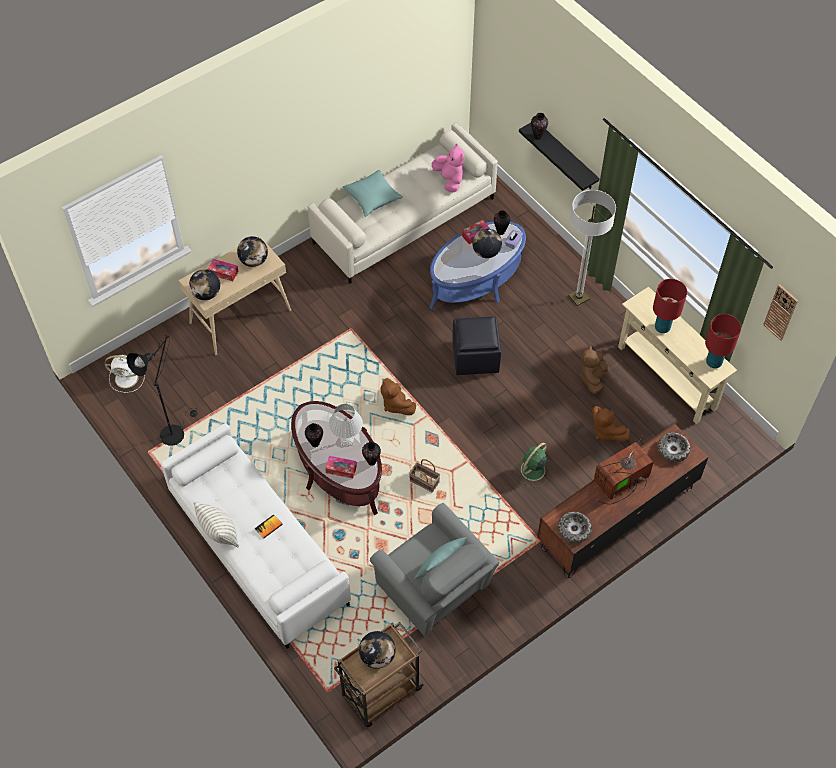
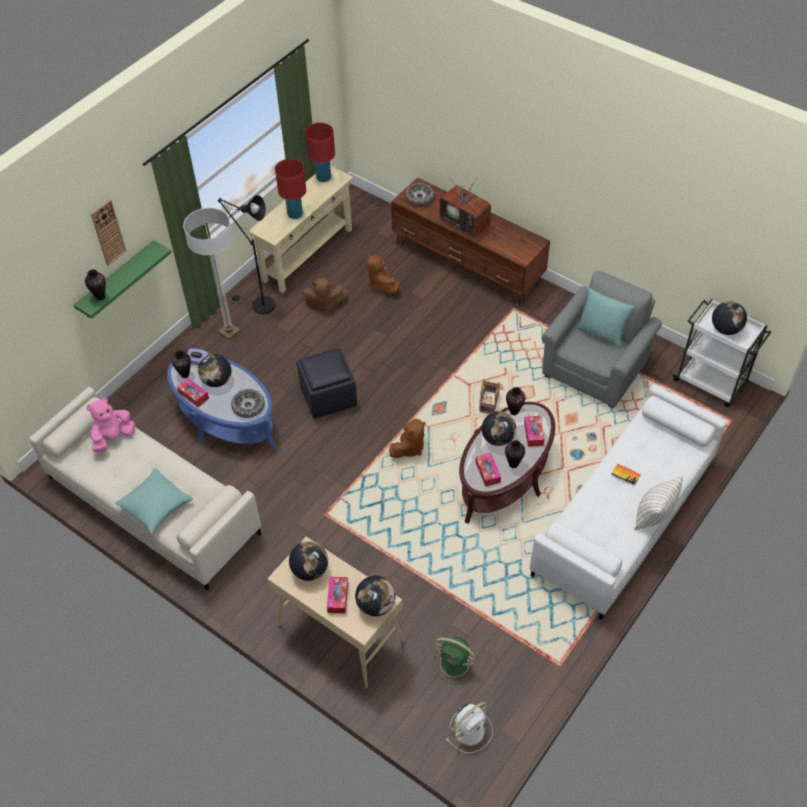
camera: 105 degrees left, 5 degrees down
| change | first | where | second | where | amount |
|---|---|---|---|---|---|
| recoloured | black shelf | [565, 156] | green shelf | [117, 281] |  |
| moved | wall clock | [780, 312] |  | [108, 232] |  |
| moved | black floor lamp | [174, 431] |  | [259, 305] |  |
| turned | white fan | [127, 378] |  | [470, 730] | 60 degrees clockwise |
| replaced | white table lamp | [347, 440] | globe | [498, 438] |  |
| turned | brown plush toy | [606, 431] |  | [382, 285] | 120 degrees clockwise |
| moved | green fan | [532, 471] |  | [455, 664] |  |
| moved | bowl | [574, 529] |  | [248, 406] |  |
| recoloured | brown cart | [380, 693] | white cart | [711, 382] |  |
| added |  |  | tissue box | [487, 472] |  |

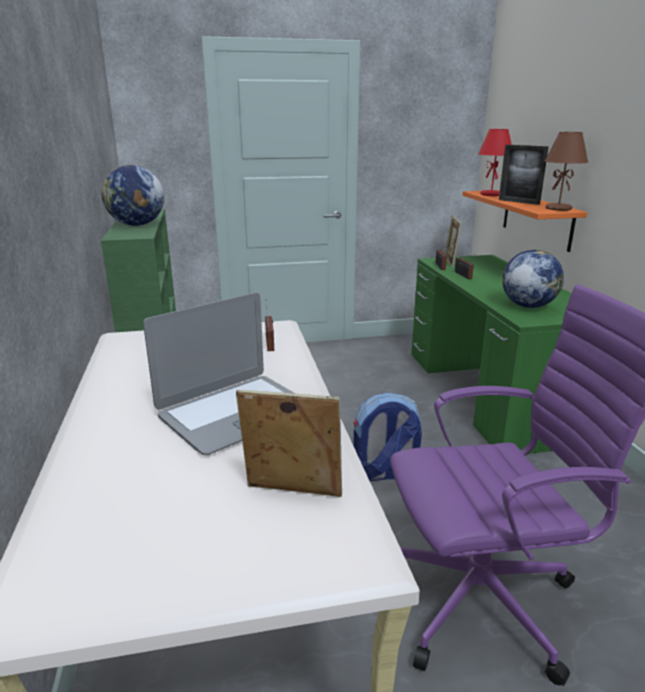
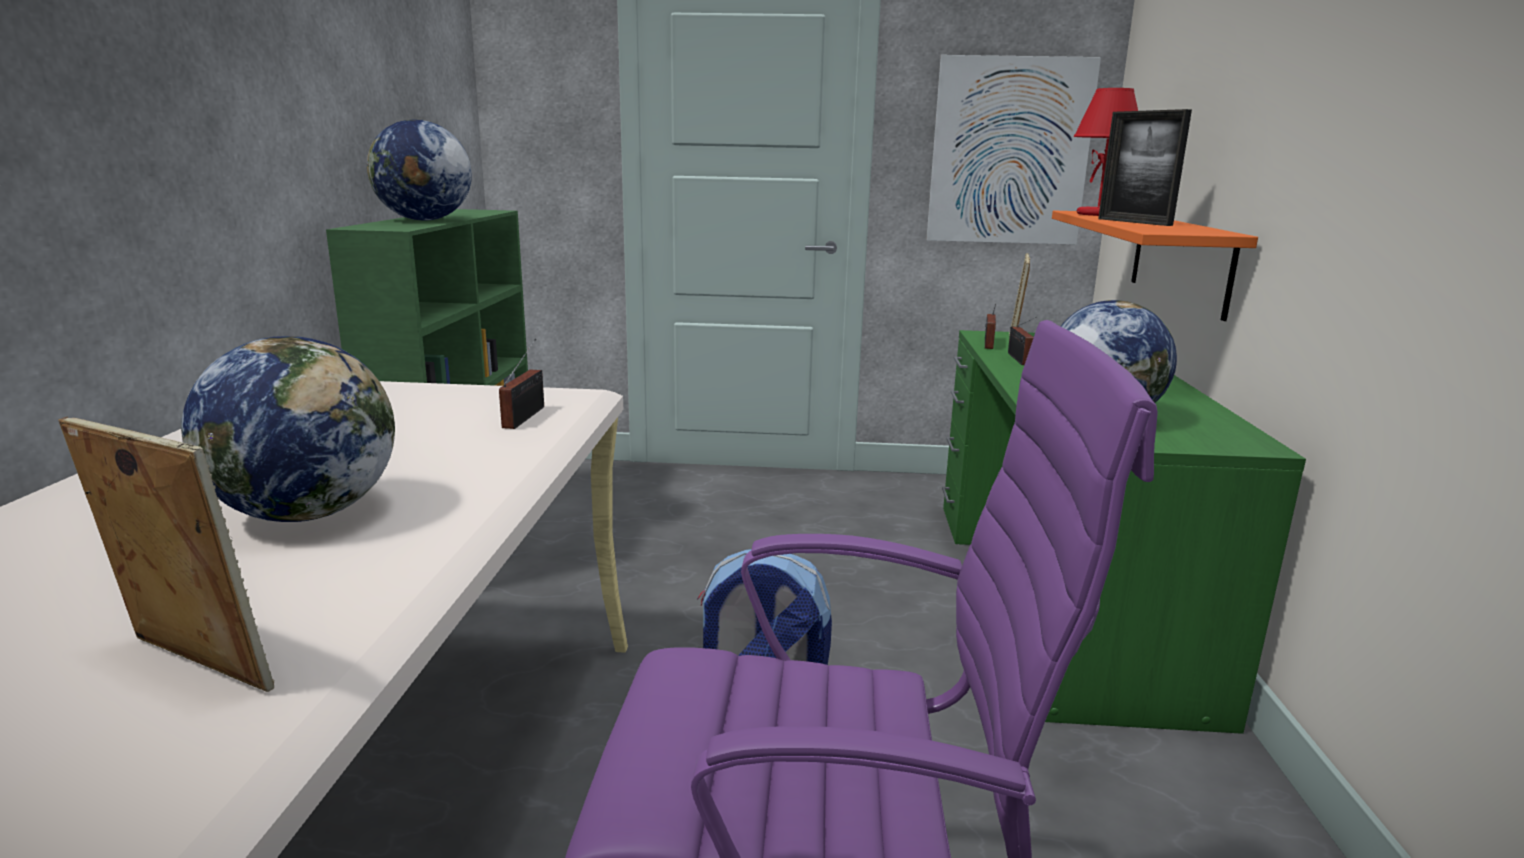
camera: 15 degrees right, 5 degrees down
| change | first | where | second | where | amount |
|---|---|---|---|---|---|
| removed | brown table lamp | [558, 208] |  |  |  |
| replaced | laptop | [236, 413] | globe | [308, 513] |  |
| added |  |  | picture | [1009, 152] |  |

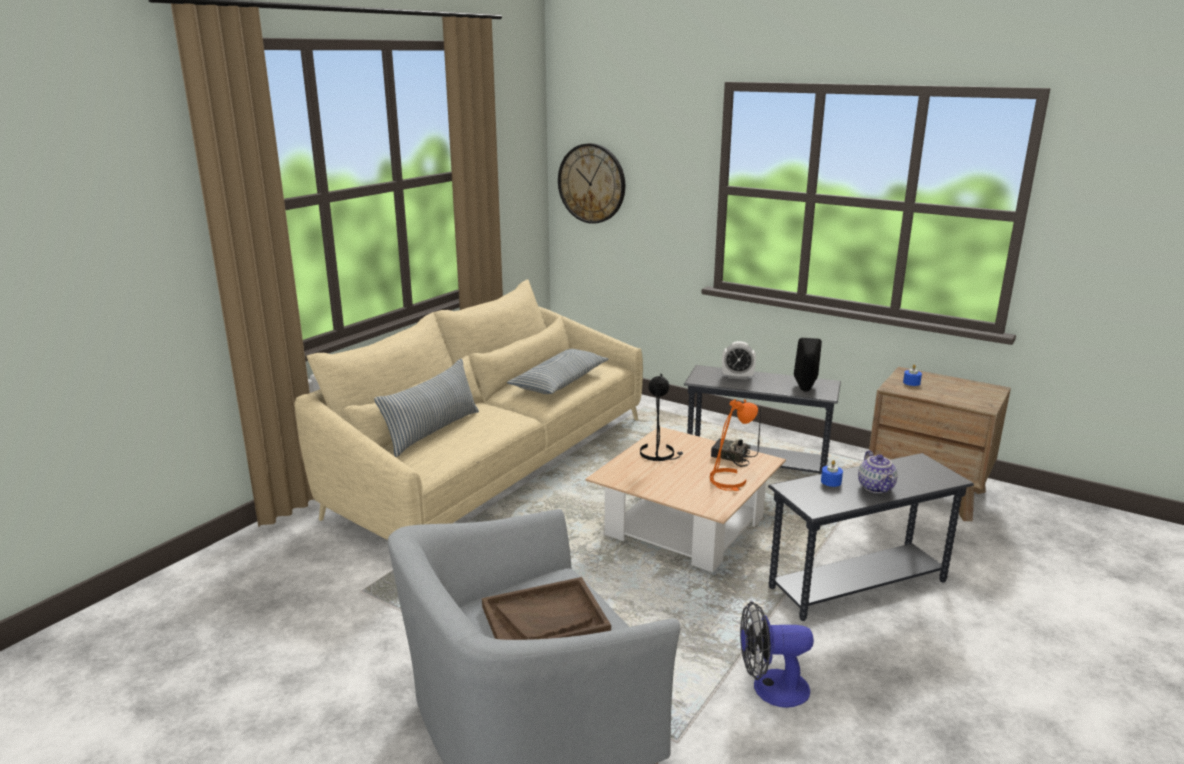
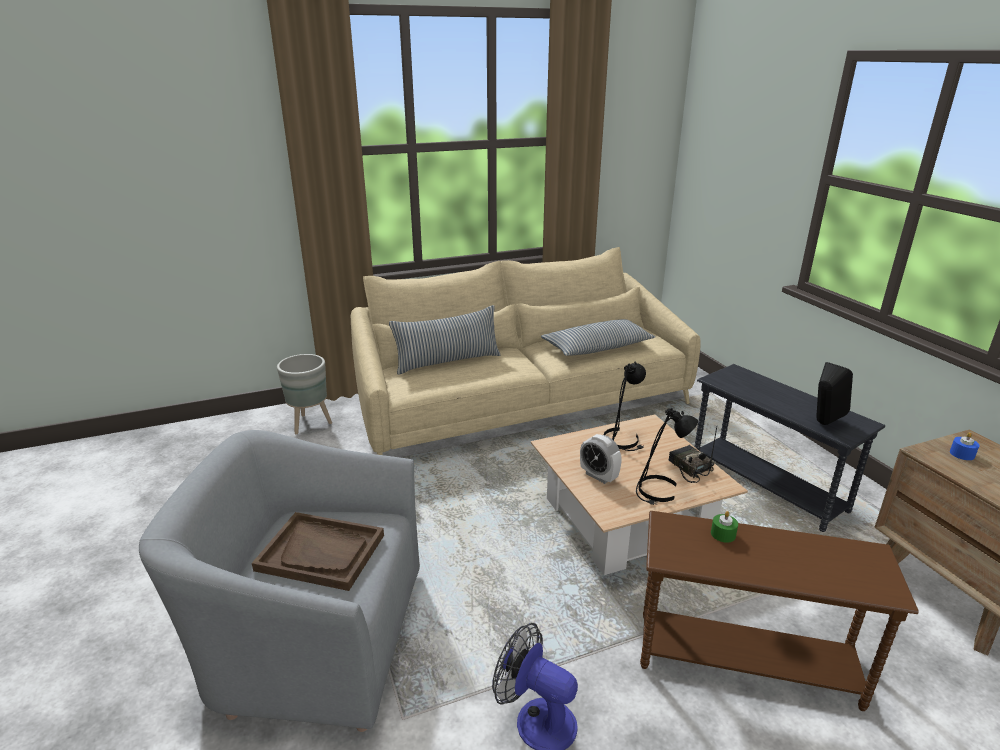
camera: 35 degrees right, 5 degrees up
| change | first | where | second | where | amount |
|---|---|---|---|---|---|
| removed | wall clock | [592, 183] |  |  |  |
| moved | alarm clock | [737, 377] |  | [598, 476] |  |
| recoloured | orange table lamp | [729, 481] | black table lamp | [658, 491] |  |
| removed | teapot | [876, 488] |  |  |  |
| recoloured | grey side table | [856, 584] | brown side table | [745, 659] |  |
| recoloured | blue candle | [831, 481] | green candle | [723, 534] |  |
| added |  |  | grey planter | [310, 424] |  |

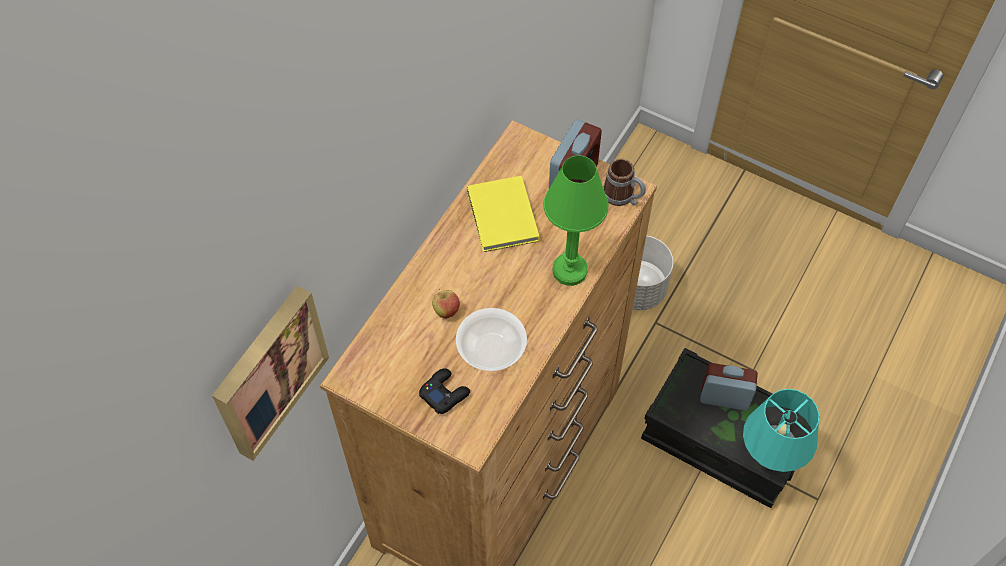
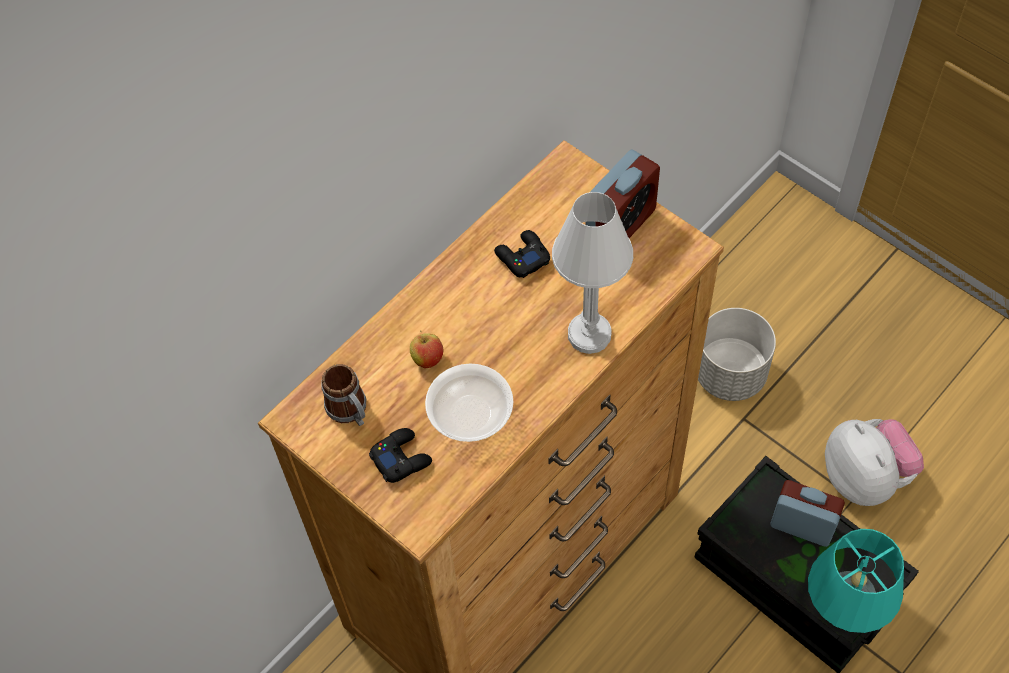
camera: 15 degrees right, 0 degrees up
| change | first | where | second | where | amount |
|---|---|---|---|---|---|
| recoloured | green table lamp | [569, 270] | white table lamp | [589, 335] |  |
| moved | mug | [623, 197] |  | [351, 412] |  |
| replaced | yellow book | [502, 218] | black game controller | [522, 257] |  |
| removed | picture | [267, 371] |  |  |  |
| added |  |  | plush toy | [865, 477] |  |

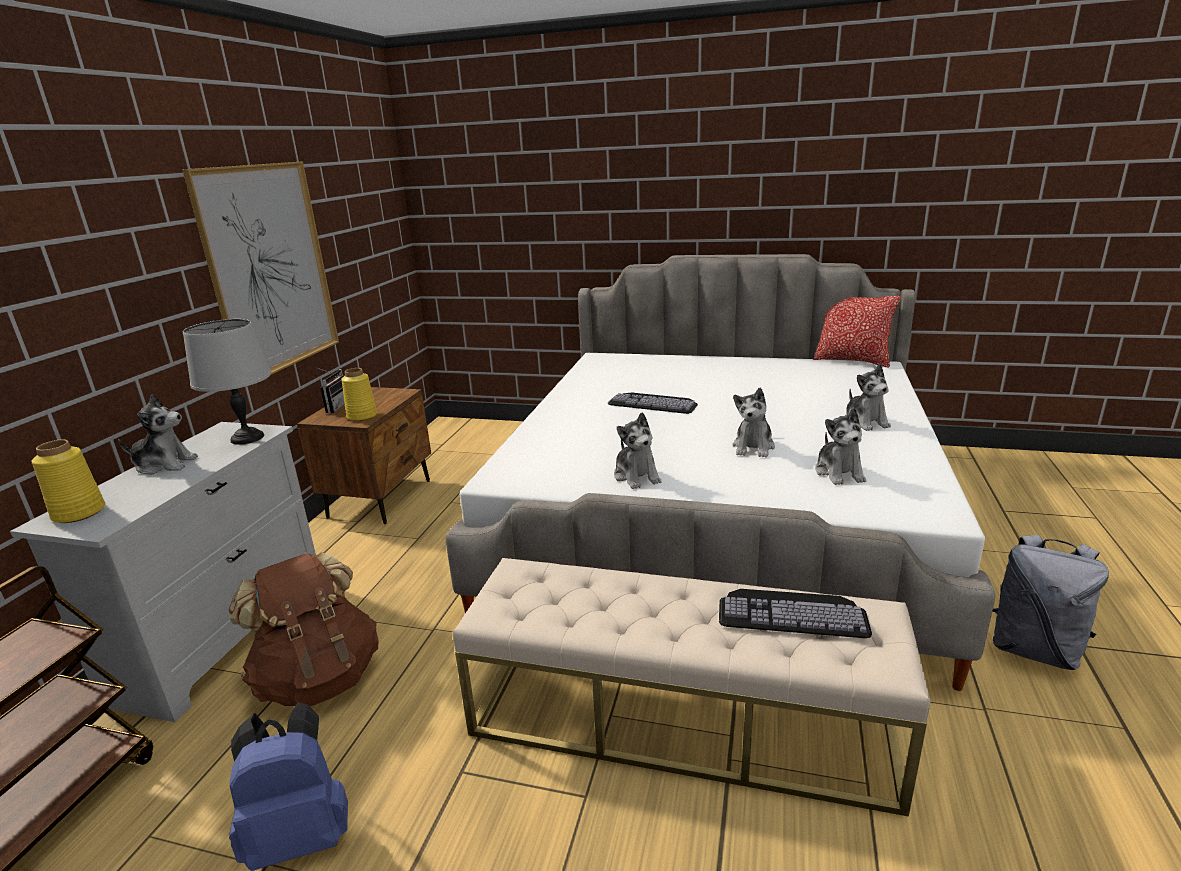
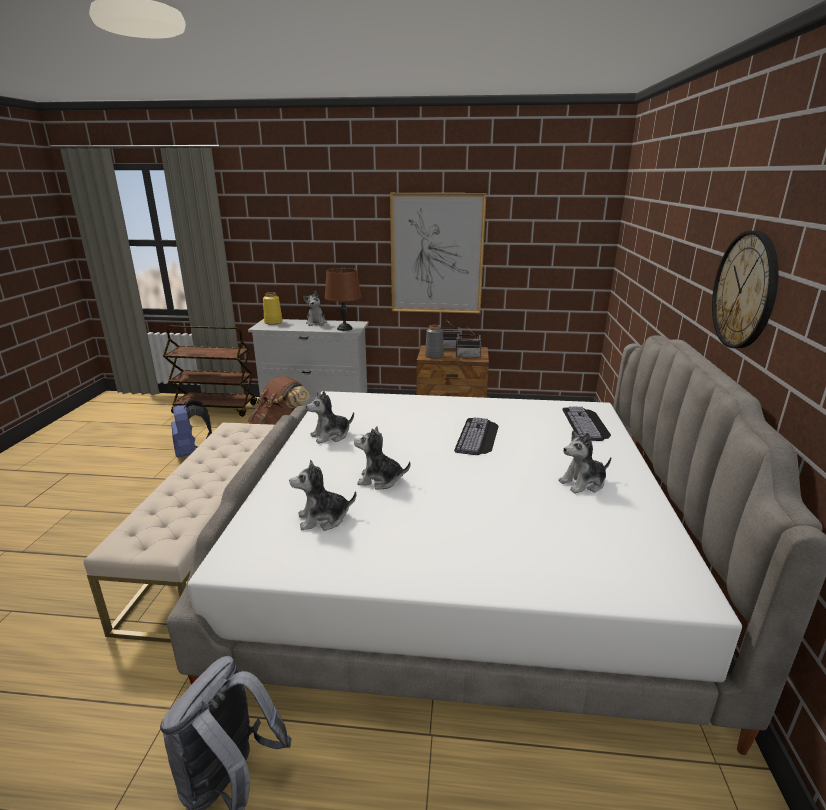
camera: 80 degrees right, 0 degrees up
| change | first | where | second | where | amount |
|---|---|---|---|---|---|
| removed | pillow | [852, 360] |  |  |  |
| recoloured | grey table lamp | [248, 438] | brown table lamp | [344, 328] |  |
| moved | plush toy | [865, 421] |  | [583, 483] |  |
| recoloured | yellow vase | [362, 416] | grey vase | [433, 356] |  |
| moved | keyboard | [792, 612] |  | [587, 424] |  |
| added |  |  | wall clock | [745, 290] |  |
| added |  |  | radio | [468, 356] |  |

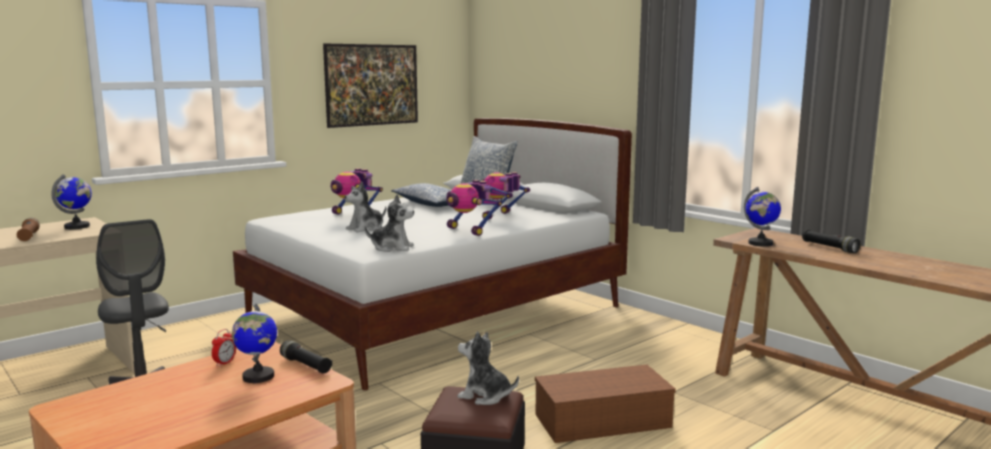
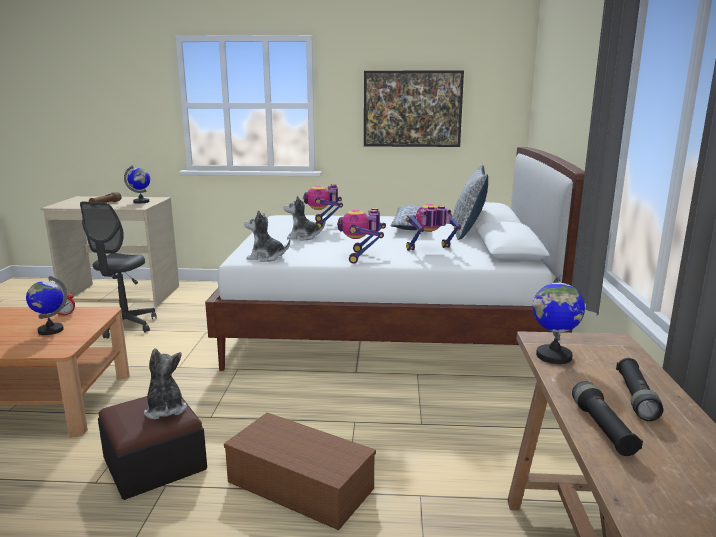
camera: 45 degrees right, 5 degrees up
| change | first | where | second | where | amount |
|---|---|---|---|---|---|
| turned | plush toy | [392, 248] |  | [266, 257] | 135 degrees clockwise |
| moved | black flashlight | [306, 365] |  | [602, 428] |  |

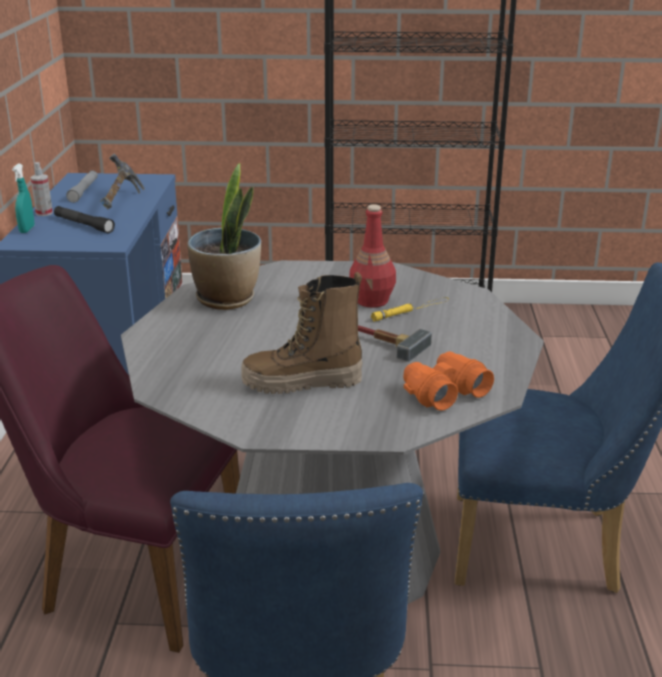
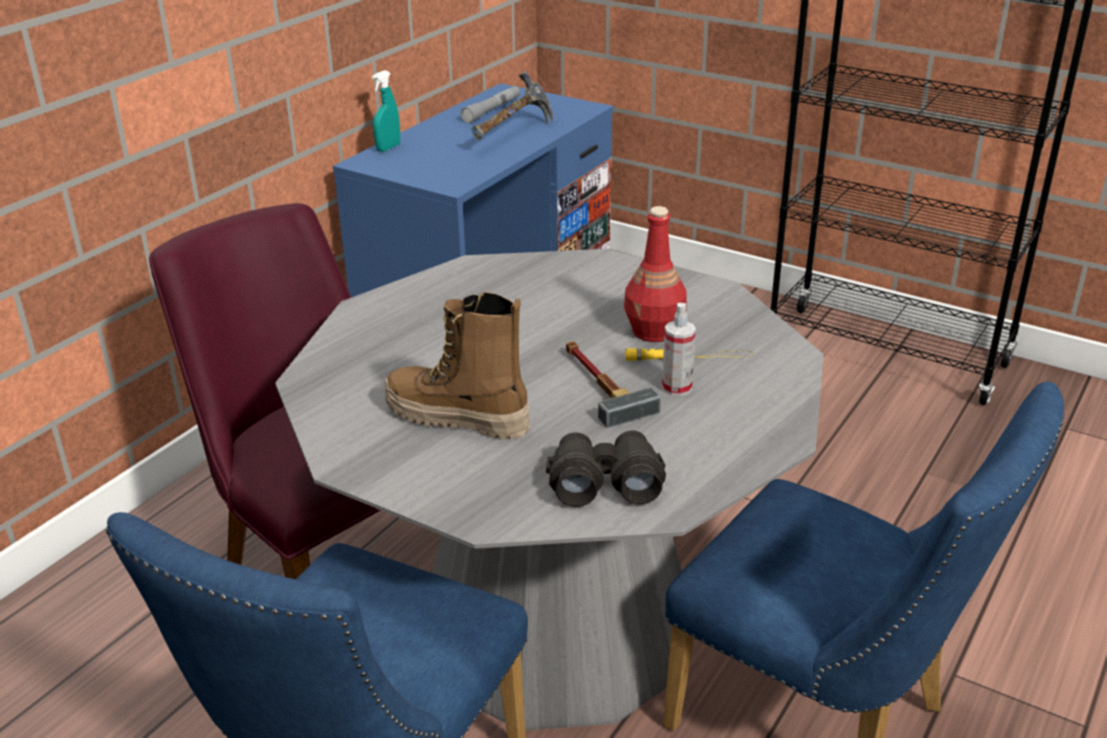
camera: 30 degrees right, 5 degrees up
| change | first | where | second | where | amount |
|---|---|---|---|---|---|
| moved | spray bottle | [44, 213] |  | [677, 388] |  |
| removed | potted plant | [227, 299] |  |  |  |
| removed | black flashlight | [83, 225] |  |  |  |
| recoloured | orange binoculars | [443, 392] | black binoculars | [604, 482] |  |

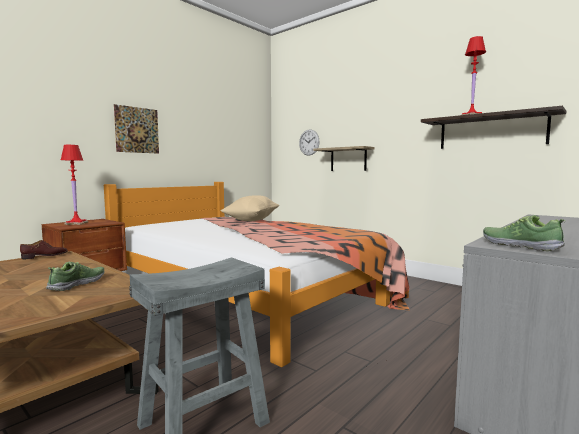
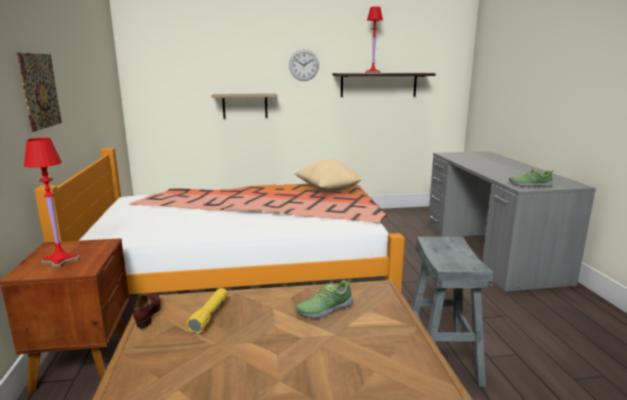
camera: 50 degrees left, 10 degrees up
| change | first | where | second | where | amount |
|---|---|---|---|---|---|
| moved | wall clock | [309, 142] |  | [303, 65] |  |
| moved | beige pillow | [251, 220] |  | [328, 190] |  |
| turned | shoe | [78, 284] |  | [324, 309] | 90 degrees counterclockwise |
| added |  |  | yellow flashlight | [210, 316] |  |

